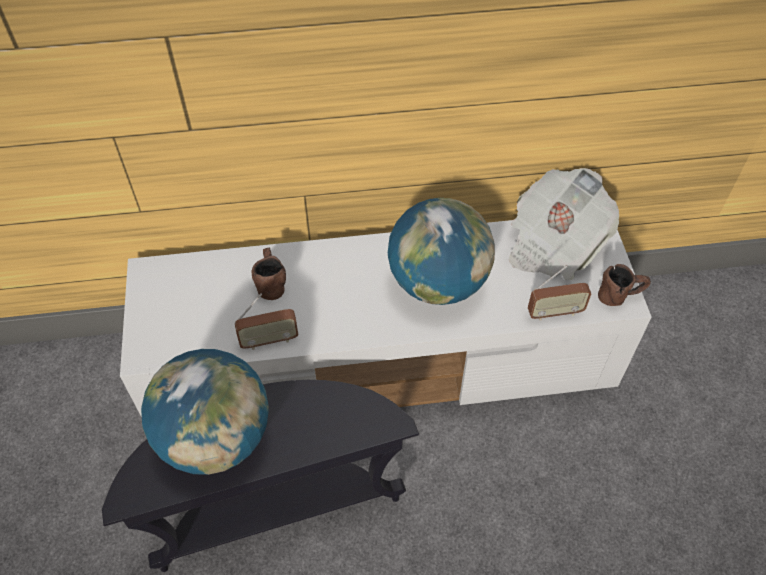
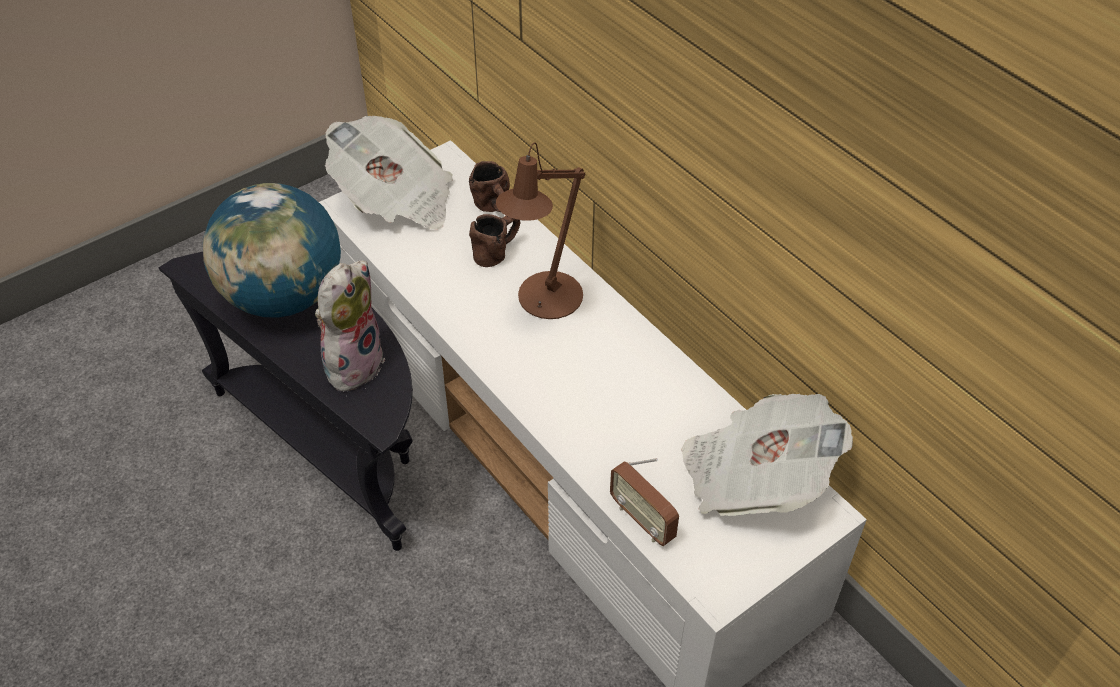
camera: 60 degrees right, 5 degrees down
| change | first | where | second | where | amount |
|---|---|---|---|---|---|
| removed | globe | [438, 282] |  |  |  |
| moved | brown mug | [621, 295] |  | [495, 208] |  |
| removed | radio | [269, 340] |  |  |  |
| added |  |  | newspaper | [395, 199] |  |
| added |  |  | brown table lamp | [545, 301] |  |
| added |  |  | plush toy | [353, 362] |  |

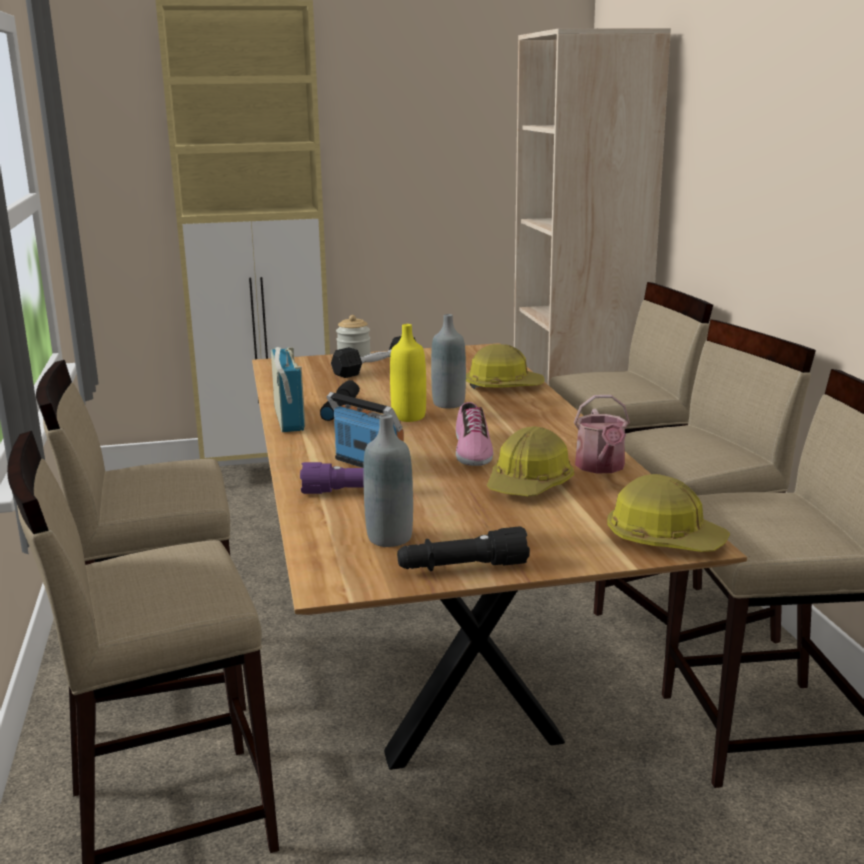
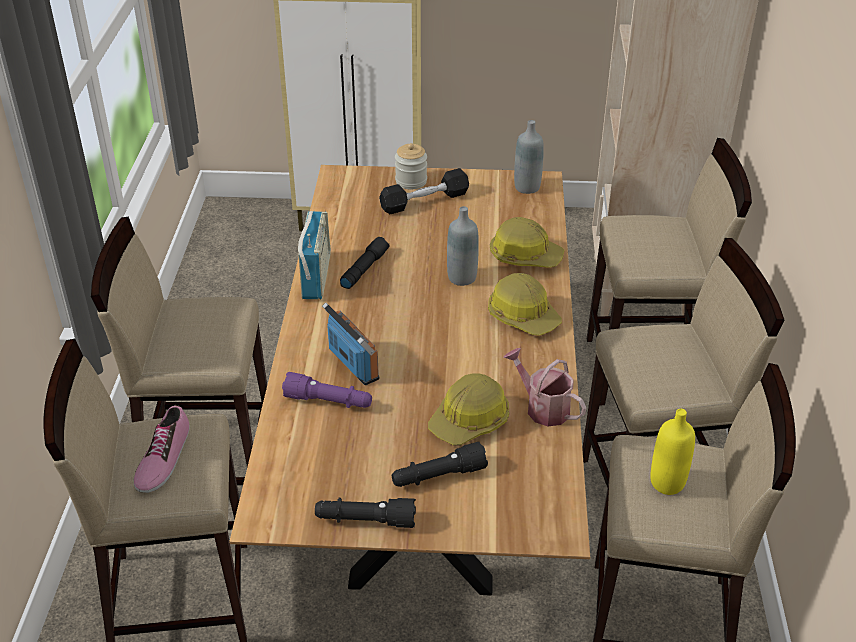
camera: 15 degrees right, 20 degrees up
| change | first | where | second | where | amount |
|---|---|---|---|---|---|
| moved | yellow bottle | [408, 417] |  | [667, 483] |  |
| turned | watering can | [601, 467] |  | [543, 407] | 120 degrees clockwise |
| moved | shoe | [471, 449] |  | [163, 458] |  |
| moved | grey bottle | [389, 538] |  | [527, 187] |  |
| moved | hard hat | [663, 539] |  | [523, 316] |  |
| added |  |  | black flashlight | [438, 476] |  |

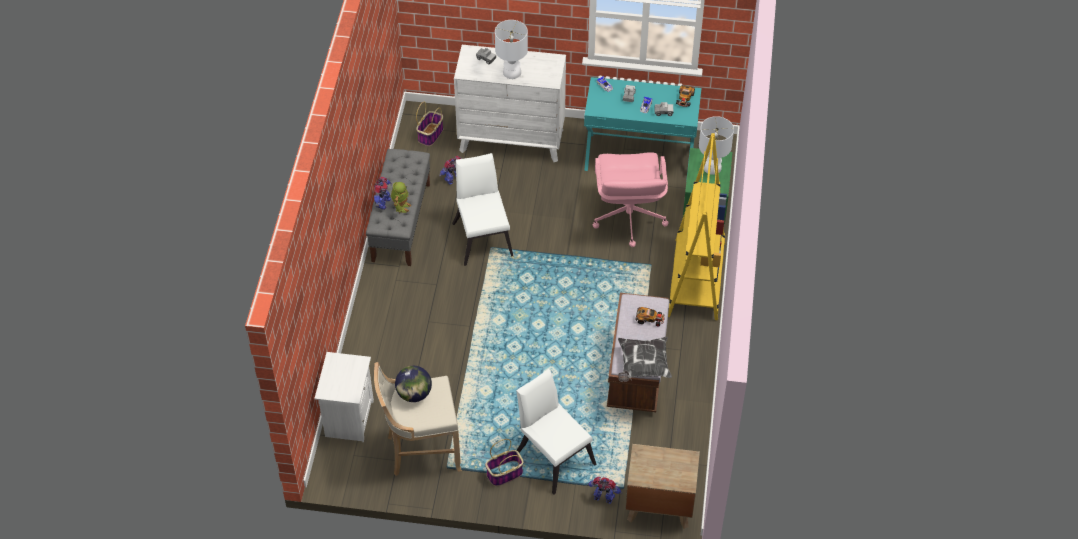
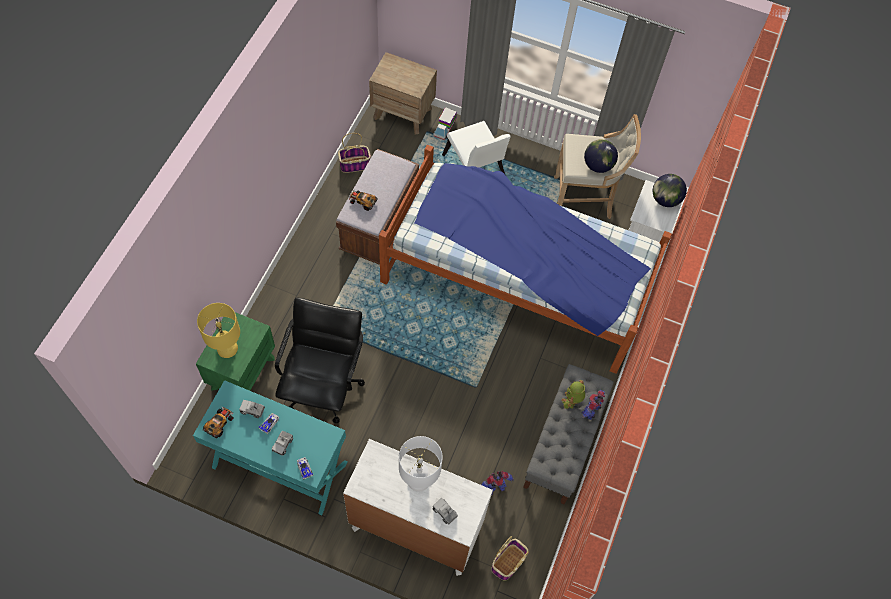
camera: 170 degrees left, 10 degrees up
| change | first | where | second | where | amount |
|---|---|---|---|---|---|
| recoloured | white table lamp | [712, 167] | yellow table lamp | [226, 348] |  |
| removed | yellow bookcase | [696, 279] |  |  |  |
| recoloured | pink office chair | [628, 218] | black office chair | [323, 386] |  |
| removed | white chair | [482, 236] |  |  |  |
| removed | pillow | [642, 366] |  |  |  |
| moved | basket | [504, 474] |  | [355, 164] |  |
| replaced | toy robot | [604, 498] | toy truck | [444, 128] |  |
| added |  |  | bed | [516, 279] |  |
| added |  |  | globe | [665, 199] |  |

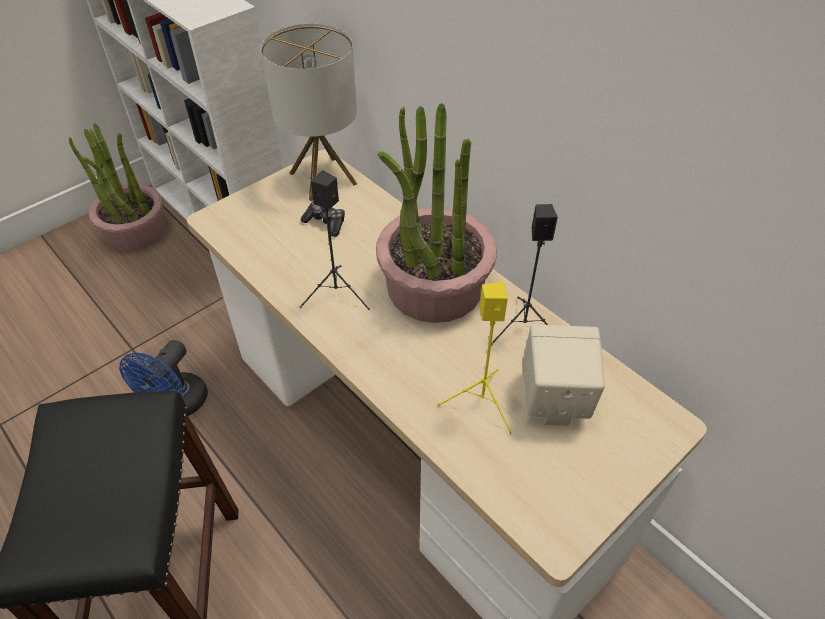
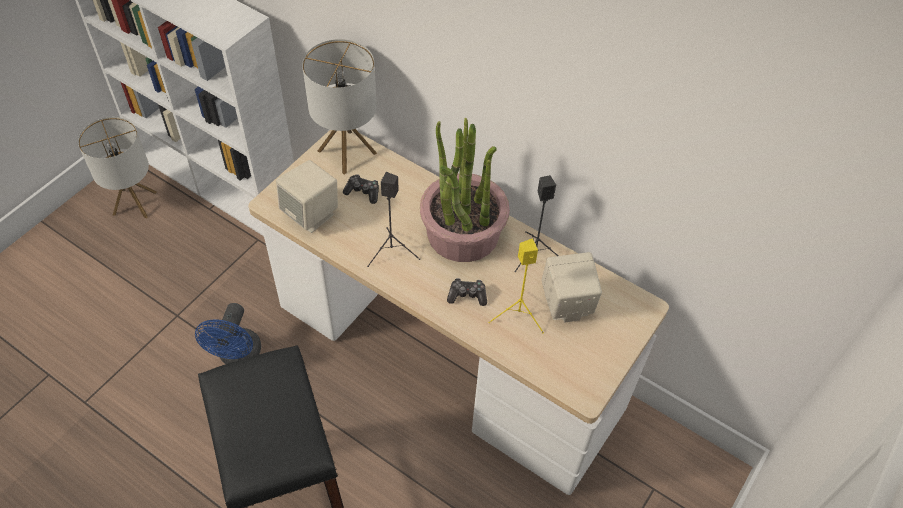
camera: 15 degrees left, 5 degrees up
| change | first | where | second | where | amount |
|---|---|---|---|---|---|
| replaced | potted plant | [135, 232] | table lamp | [135, 203] |  |
| added |  |  | beige speaker | [311, 214] |  |
| added |  |  | game controller | [467, 295] |  |

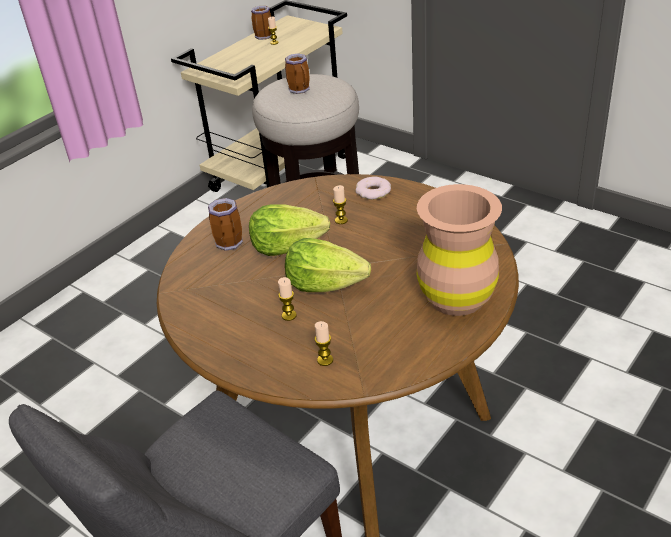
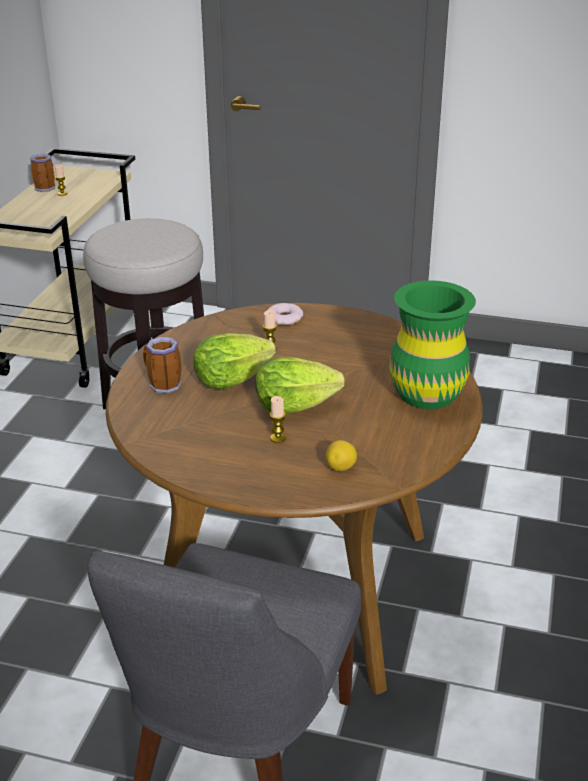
camera: 25 degrees left, 5 degrees down
| change | first | where | second | where | amount |
|---|---|---|---|---|---|
| removed | mug | [301, 90] |  |  |  |
| recoloured | brown vase | [456, 297] | green vase | [427, 394] |  |
| replaced | candle | [325, 360] | lemon | [341, 468] |  |

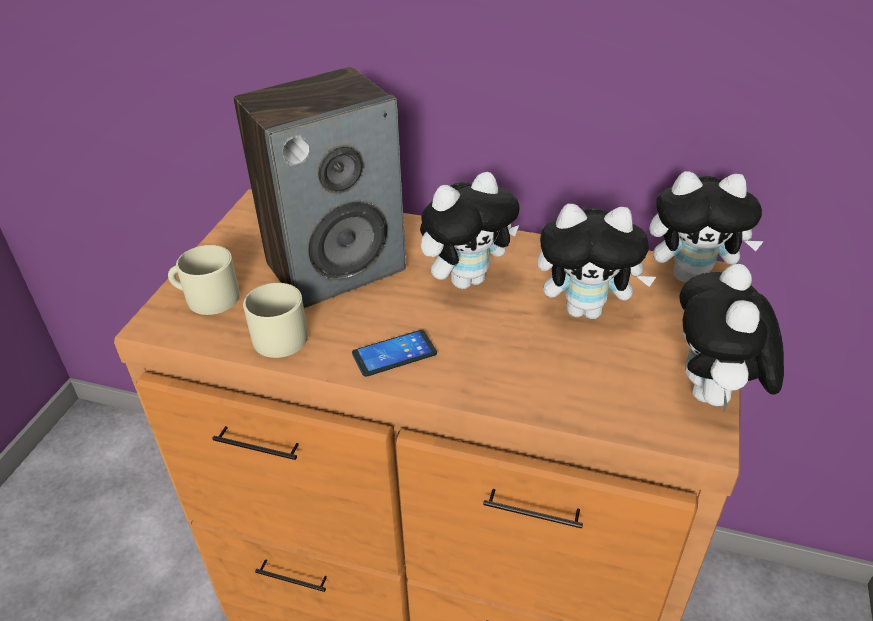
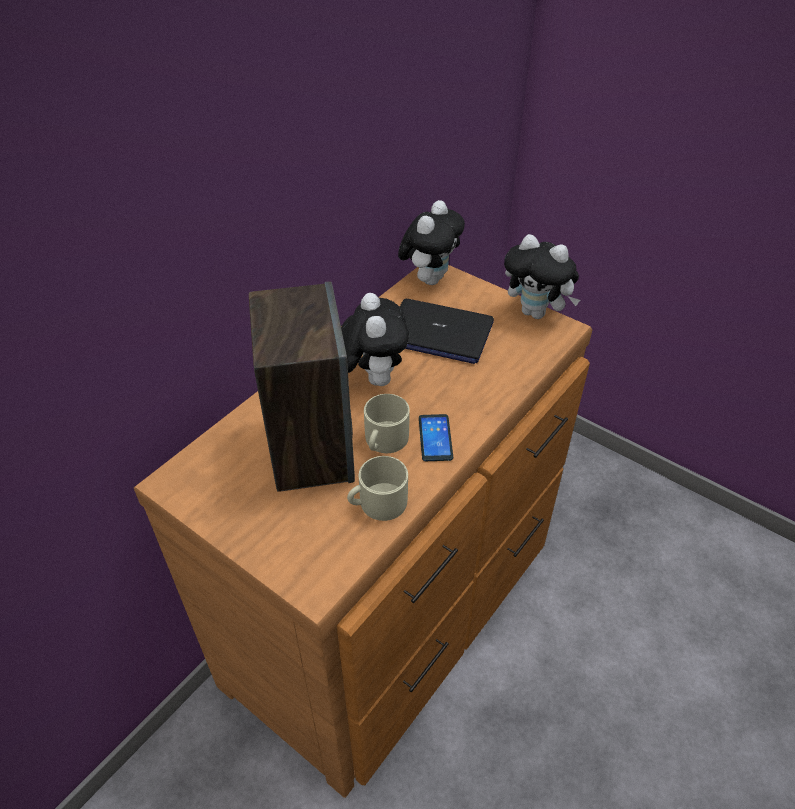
camera: 70 degrees left, 5 degrees up
| change | first | where | second | where | amount |
|---|---|---|---|---|---|
| replaced | plush toy | [586, 310] | laptop | [438, 333] |  |
| moved | beige mug | [206, 297] |  | [384, 441] |  |

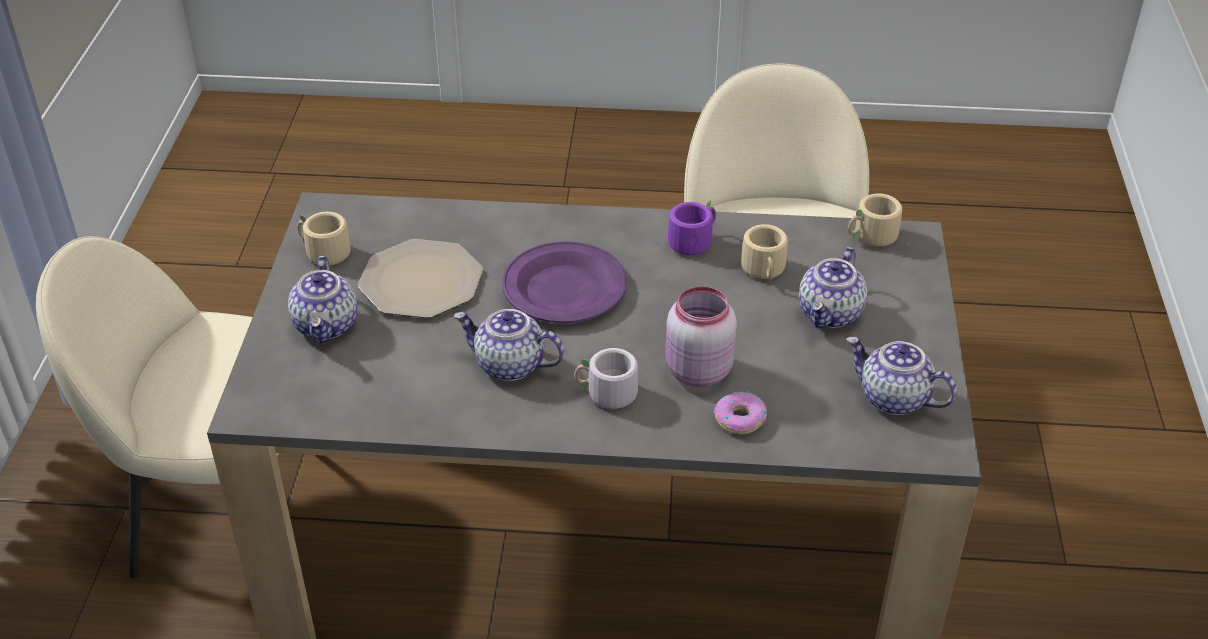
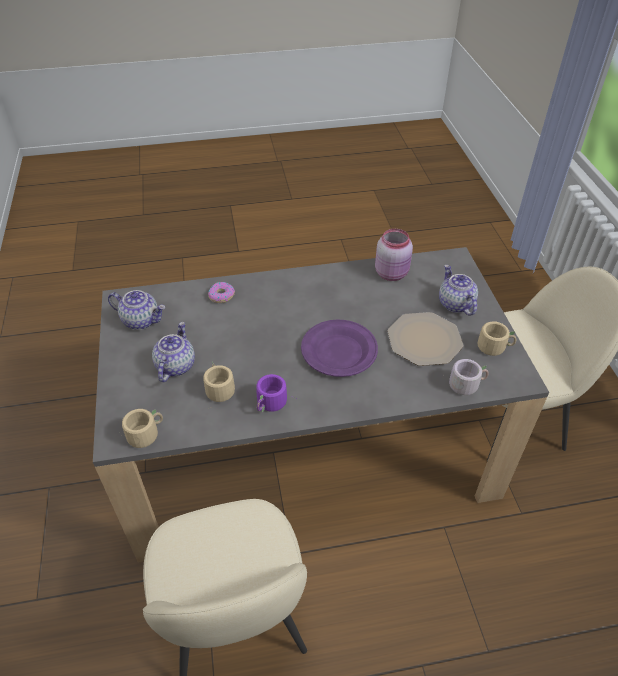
camera: 165 degrees right, 5 degrees up
| change | first | where | second | where | amount |
|---|---|---|---|---|---|
| moved | pink jar | [696, 371] |  | [392, 273] |  |
| removed | teapot | [509, 365] |  |  |  |
| moved | grey mug | [606, 396] |  | [466, 383] |  |

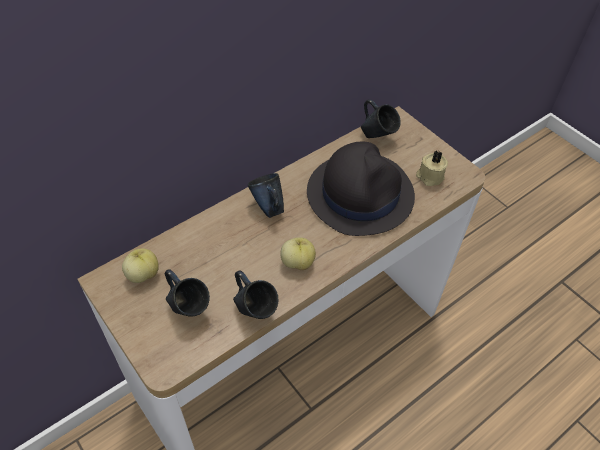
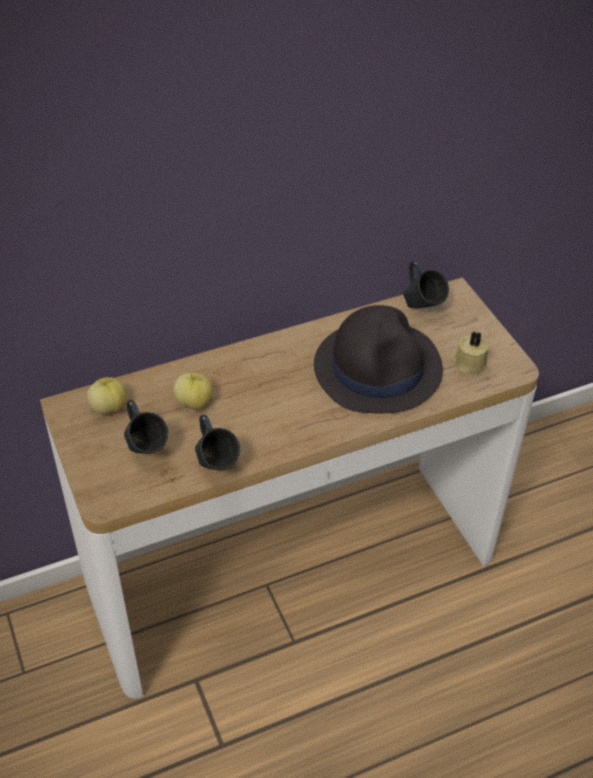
camera: 15 degrees right, 5 degrees down
| change | first | where | second | where | amount |
|---|---|---|---|---|---|
| removed | blue mug | [268, 208] |  |  |  |
| moved | apple | [297, 262] |  | [194, 403] |  |

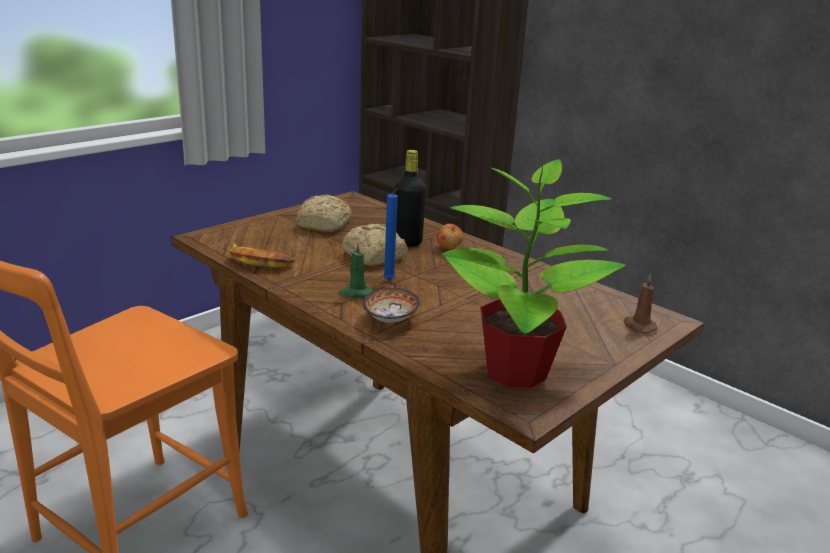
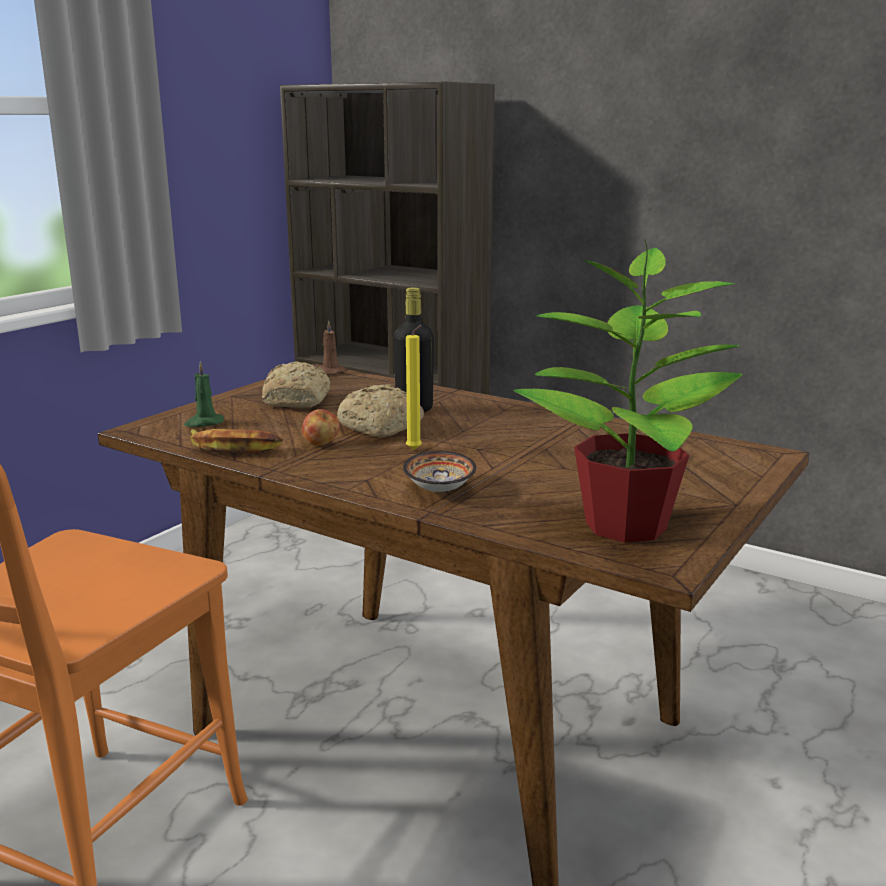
camera: 10 degrees left, 5 degrees down
| change | first | where | second | where | amount |
|---|---|---|---|---|---|
| recoloured | blue candle | [389, 281] | yellow candle | [415, 450] |  |
| moved | apple | [448, 248] |  | [321, 444] |  |
| moved | green candle | [355, 293] |  | [204, 423] |  |
| moved | brown candle | [638, 326] |  | [329, 372] |  |

